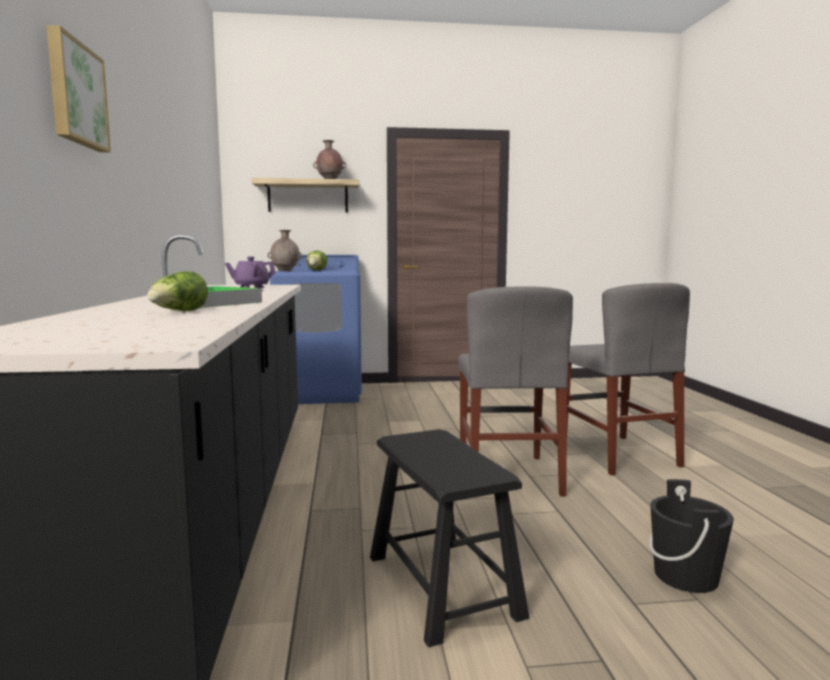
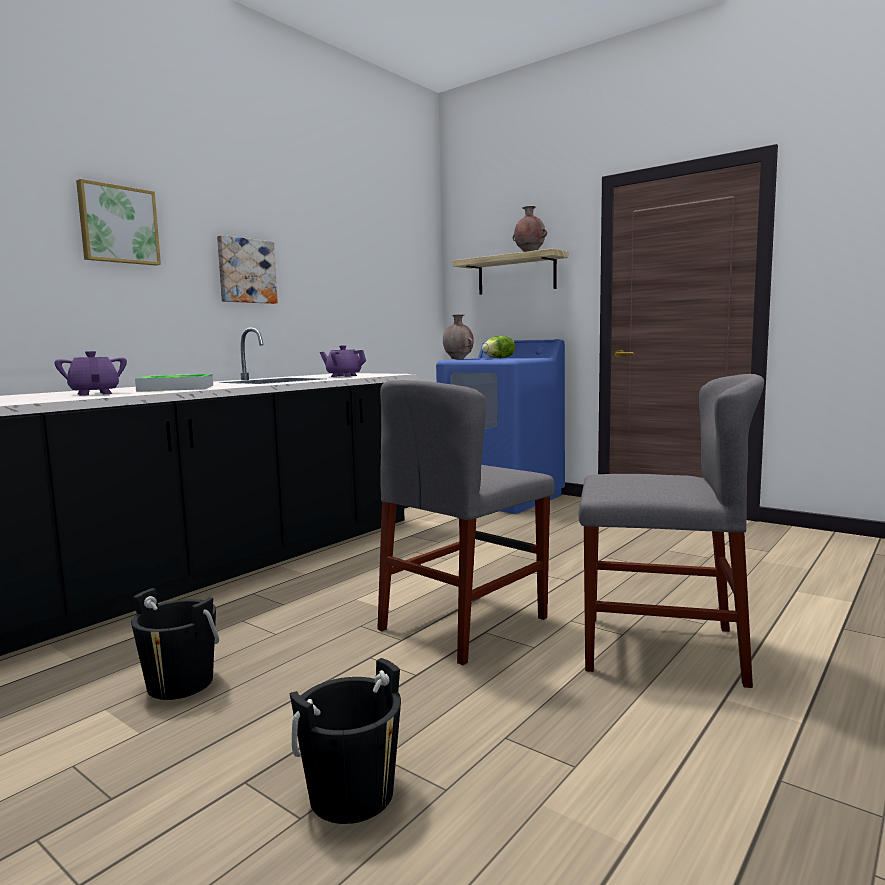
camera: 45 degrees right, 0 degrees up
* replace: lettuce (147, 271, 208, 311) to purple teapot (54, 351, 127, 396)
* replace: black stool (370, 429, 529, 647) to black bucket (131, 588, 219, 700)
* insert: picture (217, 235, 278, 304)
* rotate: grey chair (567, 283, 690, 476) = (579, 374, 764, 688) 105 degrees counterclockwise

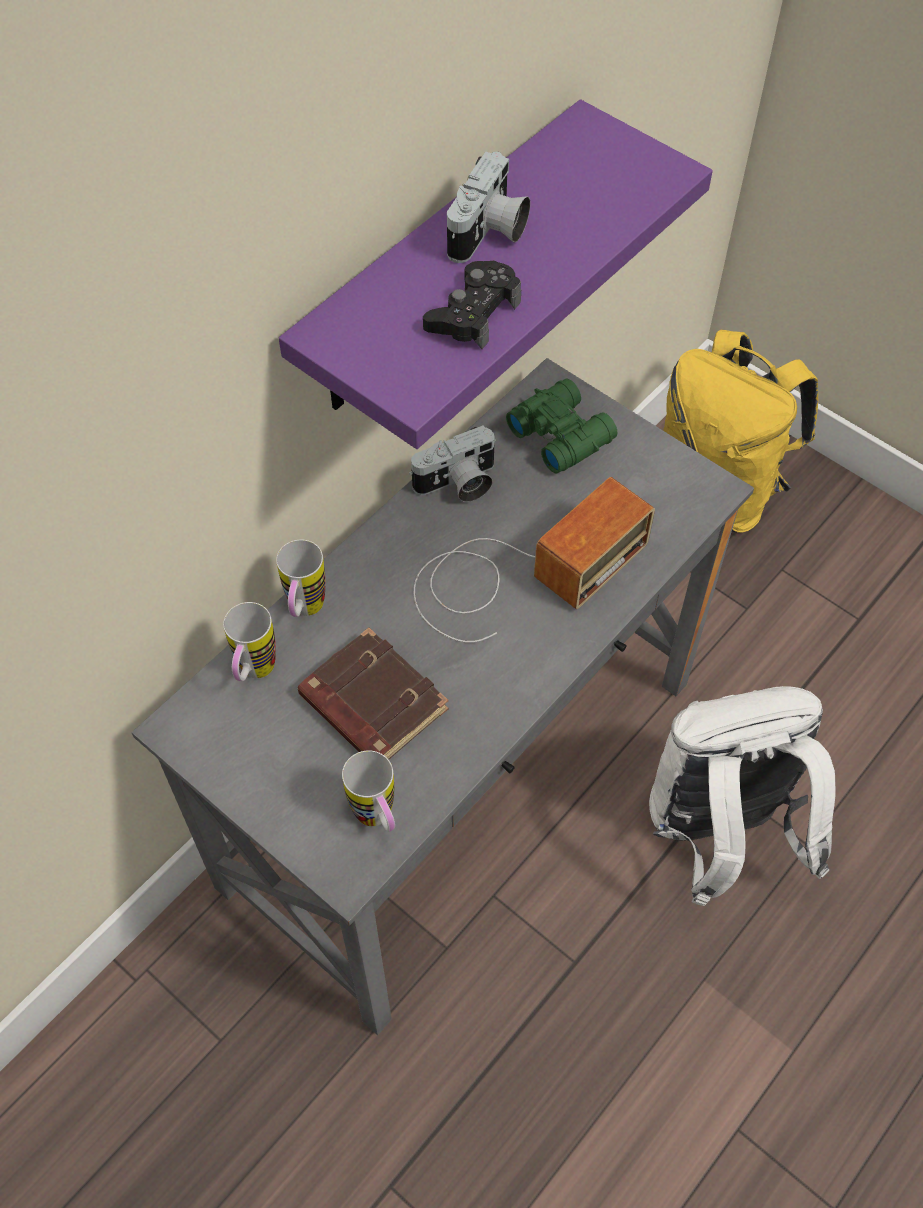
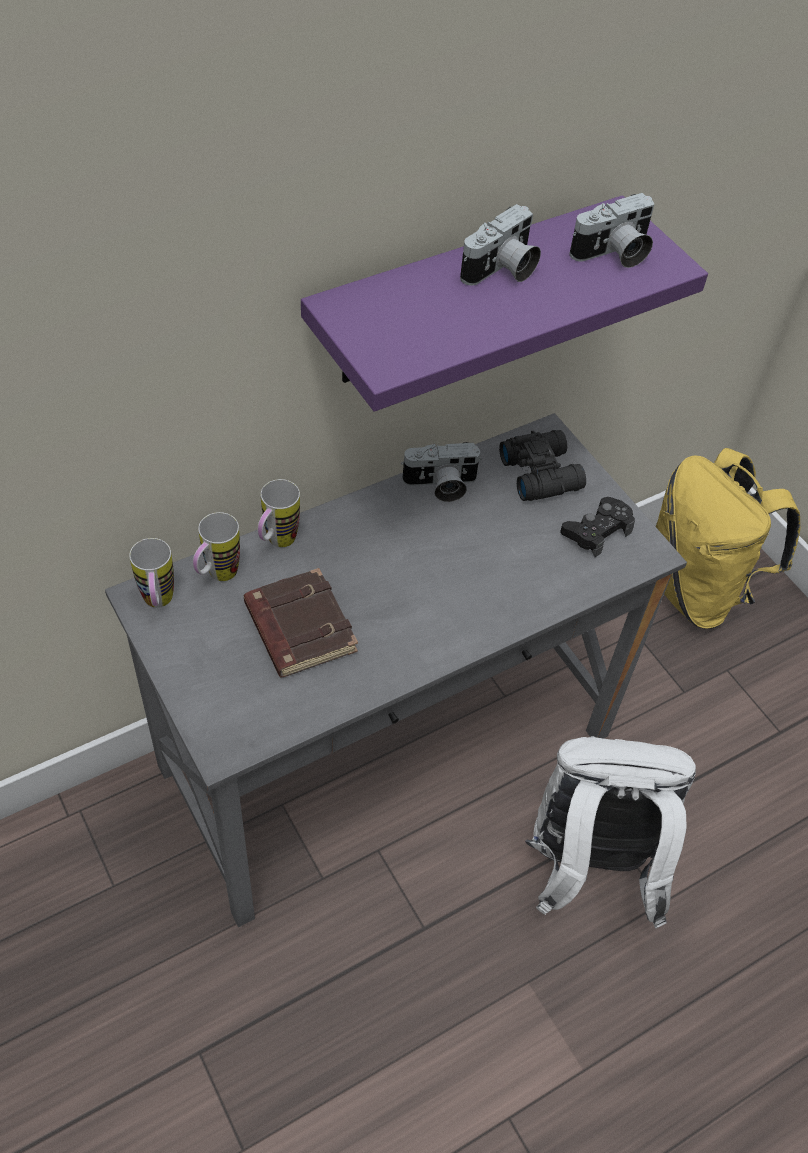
camera: 15 degrees right, 5 degrees down
* move: mug (342, 750, 395, 832) to (129, 538, 174, 608)
* recolor: green binoculars (506, 379, 617, 474) to black binoculars (499, 430, 586, 501)
* move: black game controller (423, 260, 521, 349) to (560, 497, 635, 557)
* insert: photo camera (569, 193, 654, 268)
* delete: radio (414, 477, 655, 643)

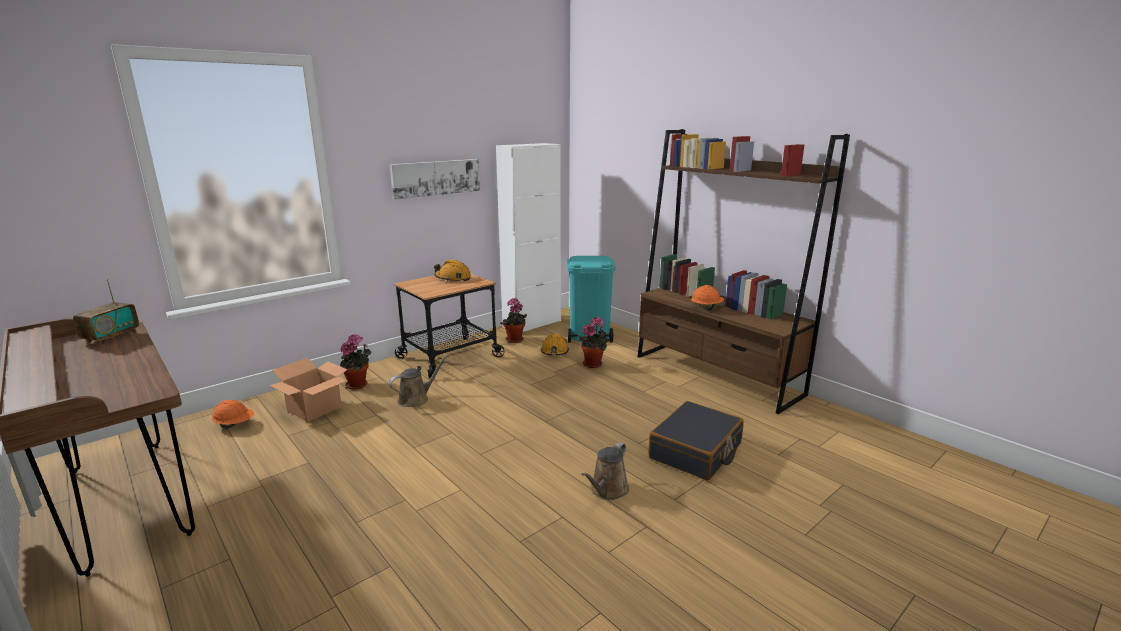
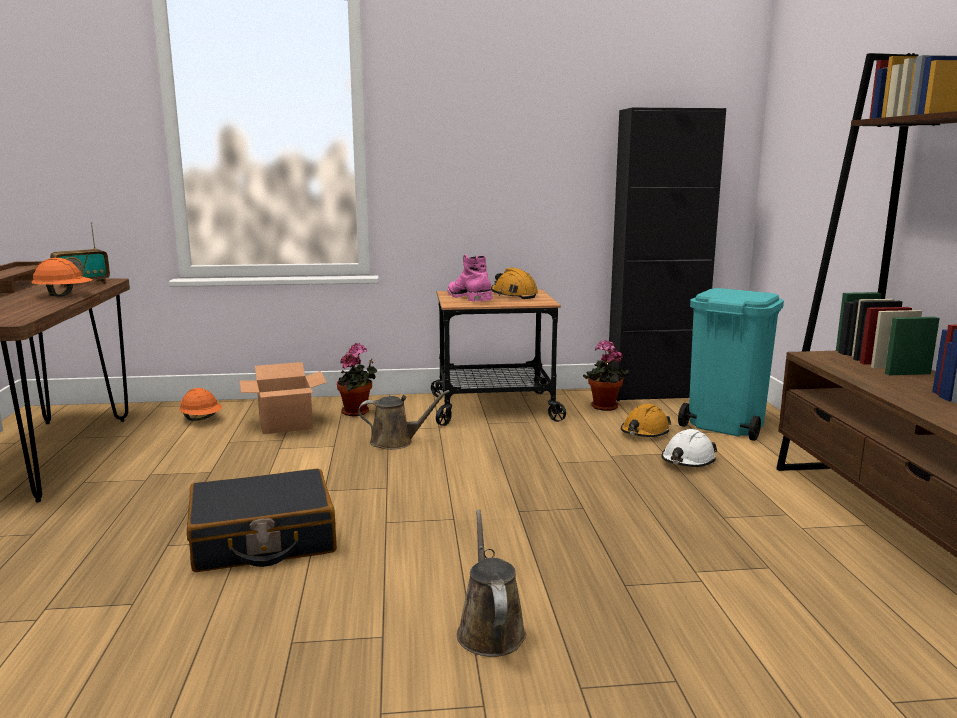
camera: 35 degrees right, 5 degrees down
* move: orange hard hat (691, 285, 724, 310) to (31, 258, 93, 296)
* move: black suitcase (648, 401, 744, 481) to (187, 469, 337, 572)
* insert: pink boot (447, 254, 493, 302)
* rotate: brown watering can (581, 442, 629, 500) = (457, 510, 526, 657) 105 degrees clockwise
* recolor: white cabinet (496, 143, 561, 332) to black cabinet (608, 107, 726, 401)
* replace: potted plant (578, 316, 609, 368) to white hard hat (661, 429, 717, 467)
* delete: picture (390, 159, 480, 199)

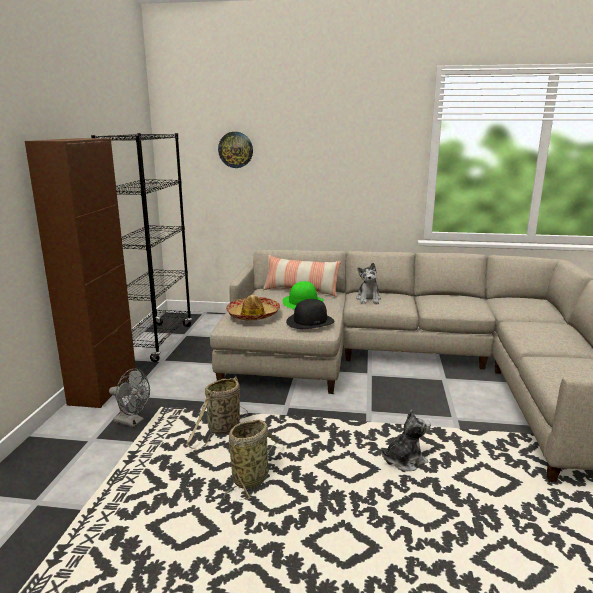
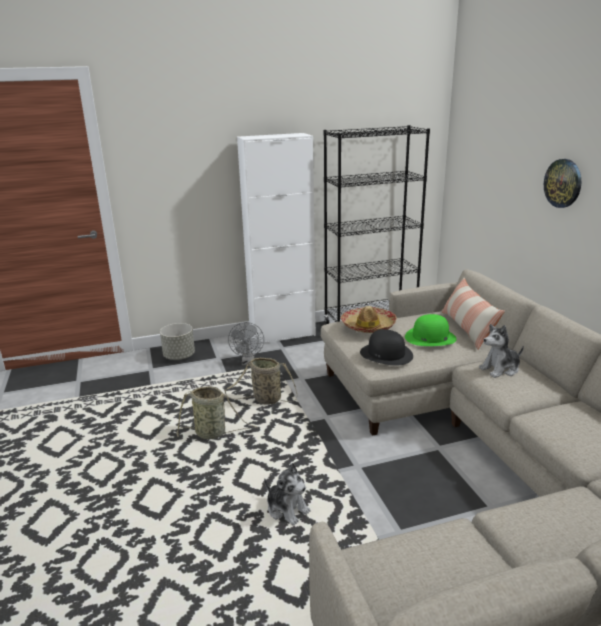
camera: 65 degrees right, 5 degrees up
* insert: grey planter (160, 323, 195, 360)
* recolor: brown cabinet (25, 138, 136, 408) to white cabinet (237, 133, 316, 343)
* move: wall clock (218, 132, 253, 168) to (544, 159, 581, 208)

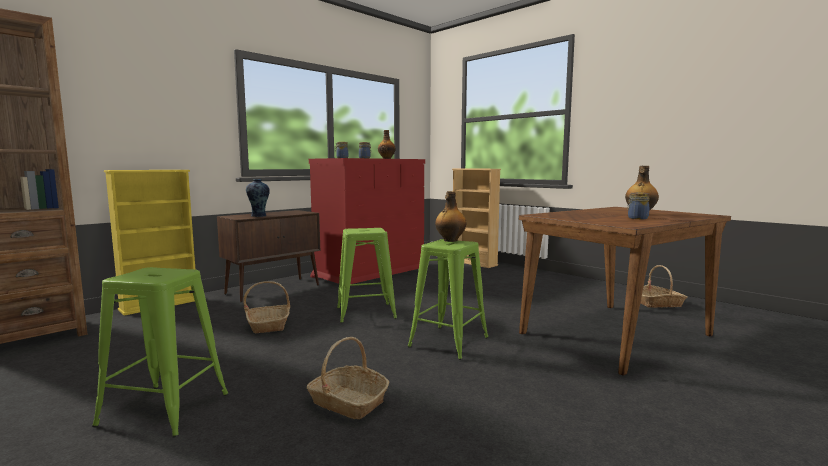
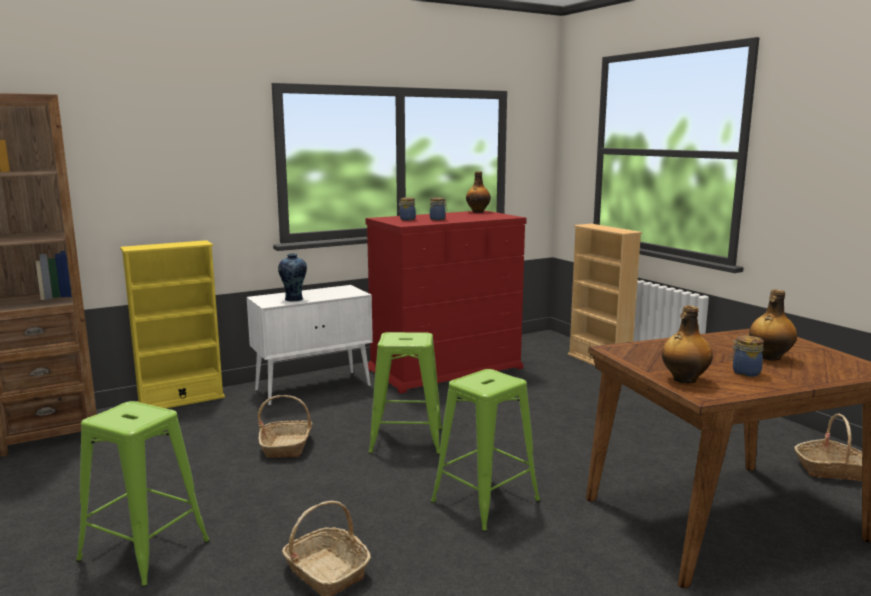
camera: 15 degrees right, 5 degrees up
* recolor: brown cabinet (217, 210, 320, 302) to white cabinet (247, 285, 373, 406)
* move: bottle (435, 191, 467, 242) to (662, 305, 713, 384)

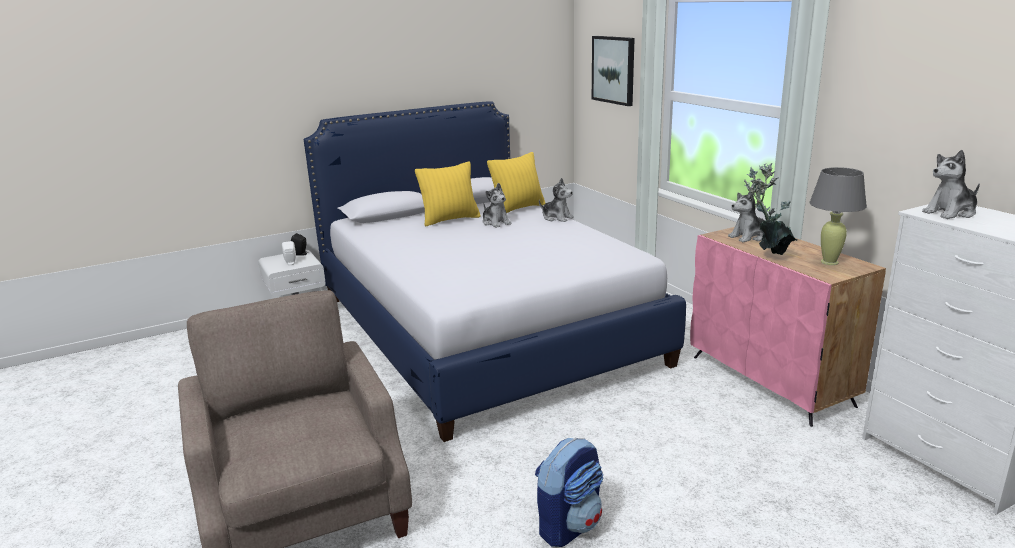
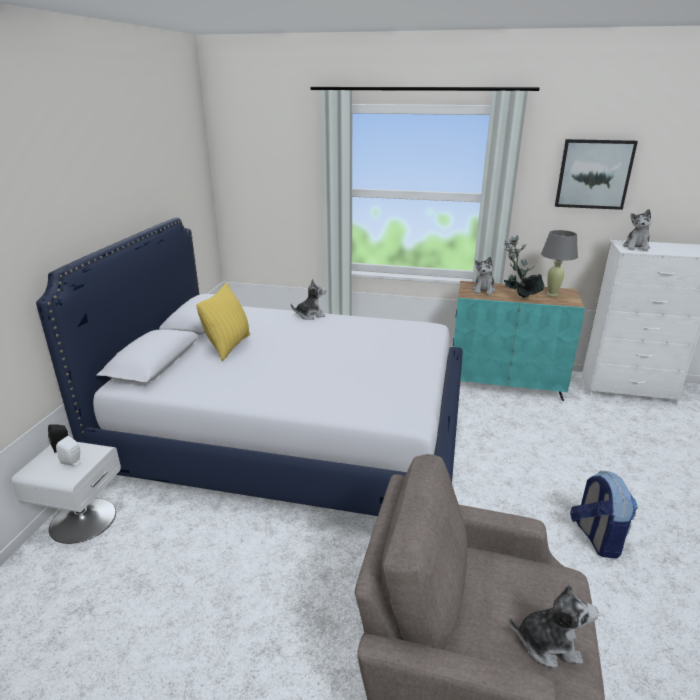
camera: 50 degrees left, 5 degrees up
* recolor: pink cabinet (690, 227, 886, 427) to turquoise cabinet (453, 281, 585, 401)
* move: plush toy (483, 183, 511, 228) to (509, 584, 599, 668)
* move: picture (592, 36, 635, 106) to (555, 139, 638, 210)
* delete: yellow pillow (487, 152, 546, 213)

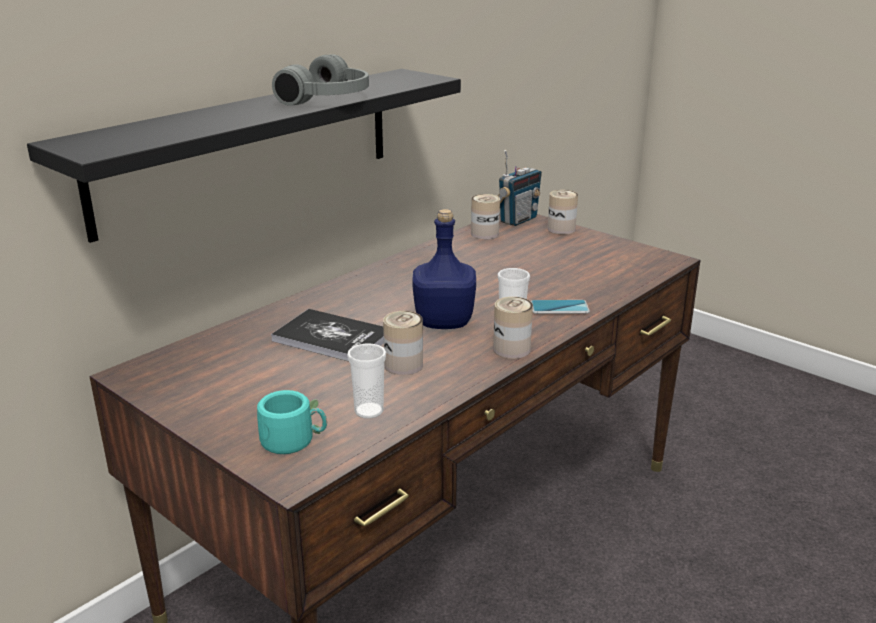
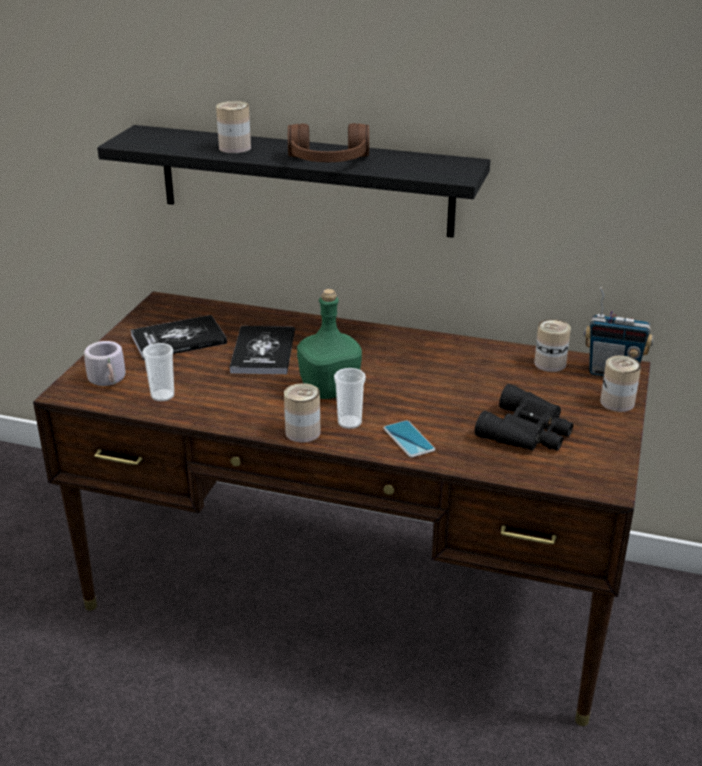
camera: 65 degrees right, 5 degrees up
* recolor: turquoise mug (257, 390, 327, 454) to grey mug (84, 341, 126, 386)
* insert: book (131, 315, 227, 360)
* move: can (383, 311, 423, 375) to (216, 101, 251, 153)
* recolor: grey headphones (272, 54, 369, 106) to brown headphones (288, 123, 369, 162)
* recolor: blue bottle (412, 209, 476, 329) to green bottle (297, 289, 362, 399)
* insert: black binoculars (475, 384, 573, 451)

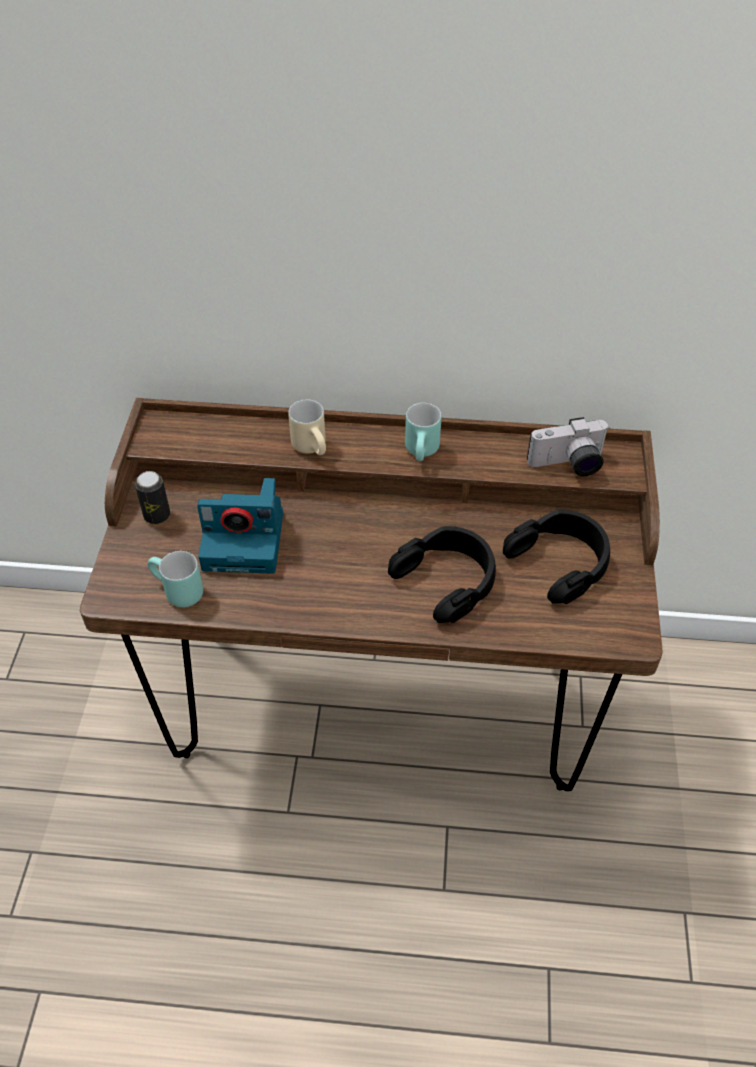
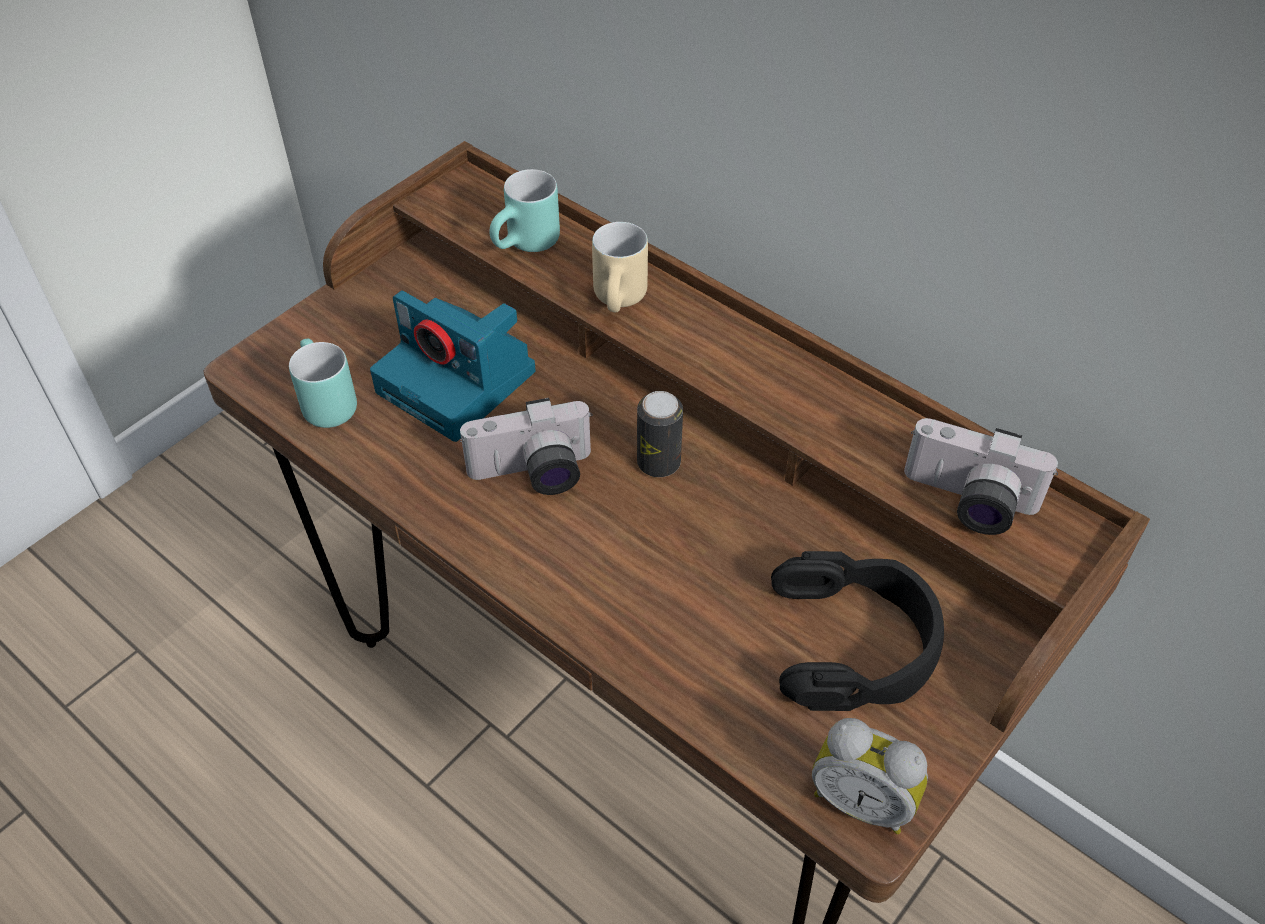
camera: 35 degrees right, 0 degrees up
* insert: photo camera (460, 398, 593, 495)
* move: turquoise mug (405, 403, 441, 461) to (490, 169, 560, 252)
* move: can (135, 471, 170, 524) to (637, 391, 683, 477)
* insert: alarm clock (812, 718, 928, 834)
* delete: black headphones (388, 526, 496, 623)

